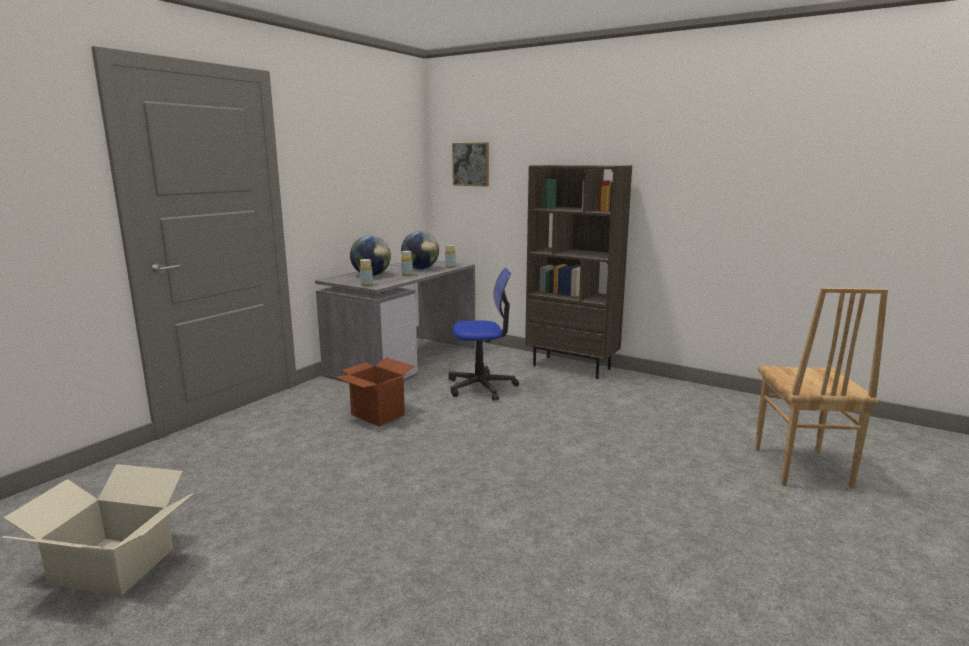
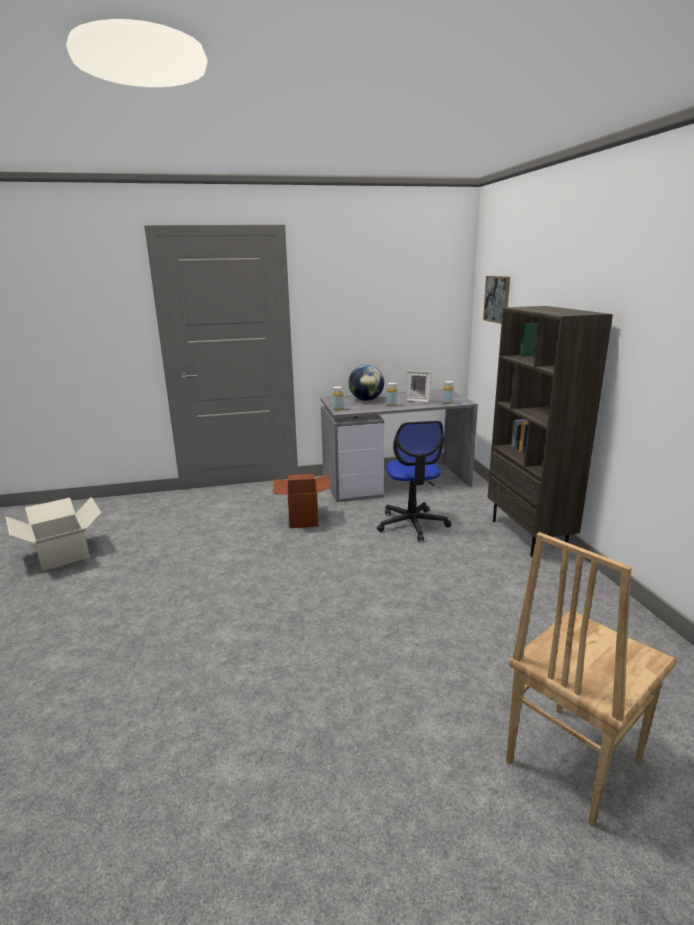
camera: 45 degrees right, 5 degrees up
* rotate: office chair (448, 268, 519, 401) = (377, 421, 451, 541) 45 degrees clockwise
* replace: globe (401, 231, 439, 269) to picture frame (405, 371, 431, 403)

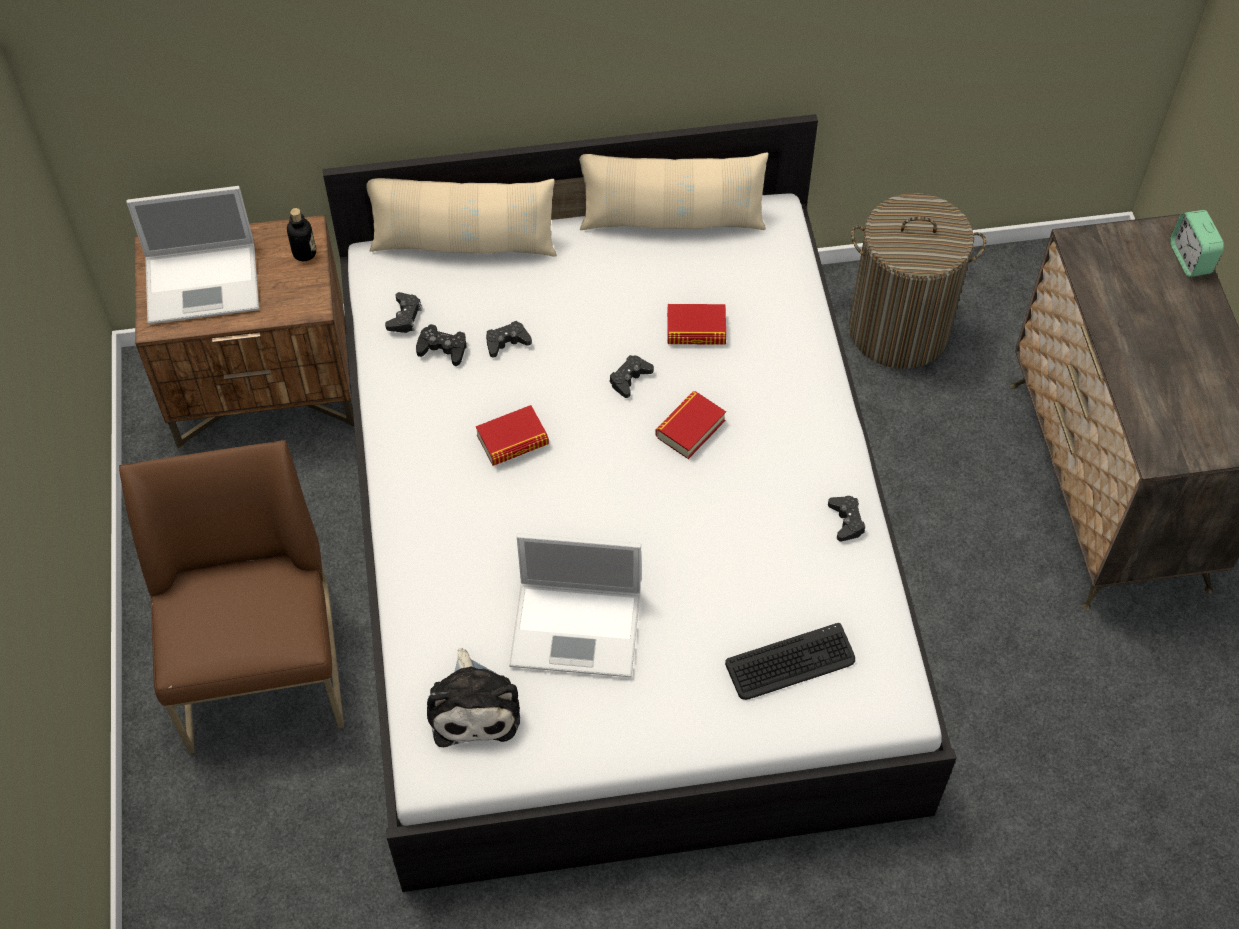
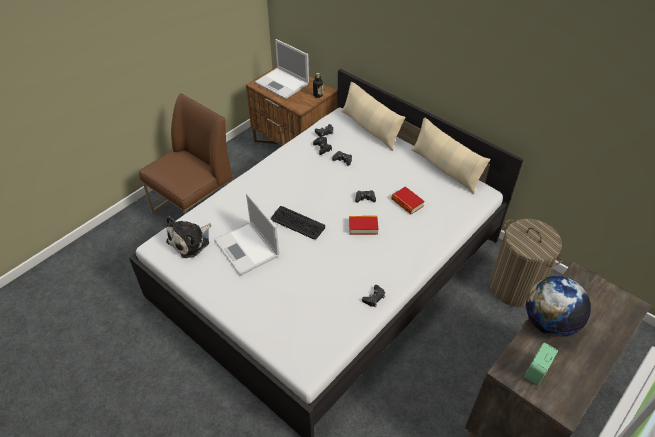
camera: 50 degrees right, 10 degrees down
* move: keyboard (725, 623, 855, 700) to (271, 206, 325, 239)
* move: alarm clock (1170, 210, 1224, 277) to (524, 342, 558, 385)
* insert: globe (526, 276, 591, 337)
* delete: book (476, 405, 549, 466)

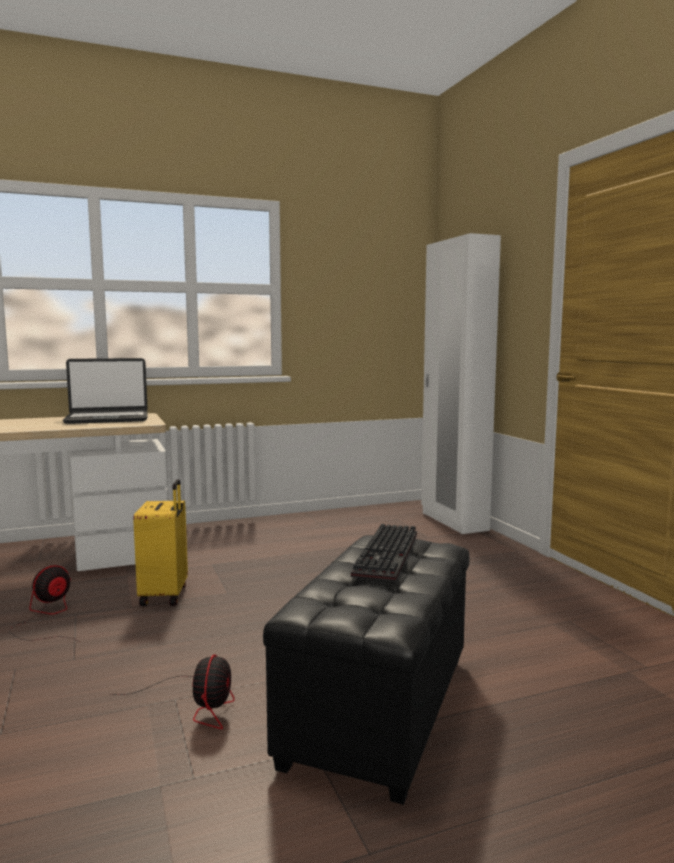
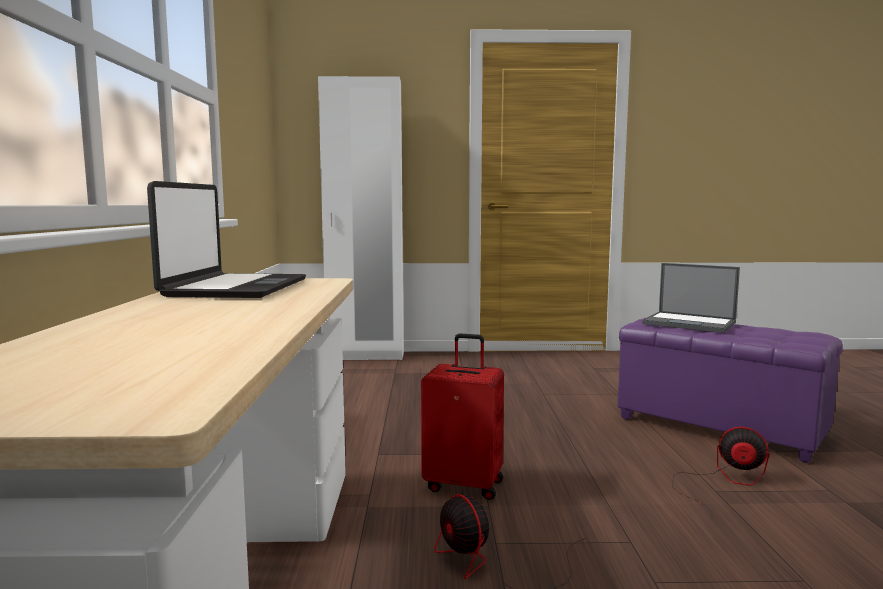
camera: 70 degrees left, 0 degrees up
* recolor: yellow suitcase (133, 479, 188, 606) to red suitcase (421, 333, 504, 500)
* recolor: black ottoman (263, 535, 469, 805) to purple ottoman (618, 318, 843, 463)
* replace: keyboard (351, 524, 417, 581) to laptop (642, 263, 740, 333)

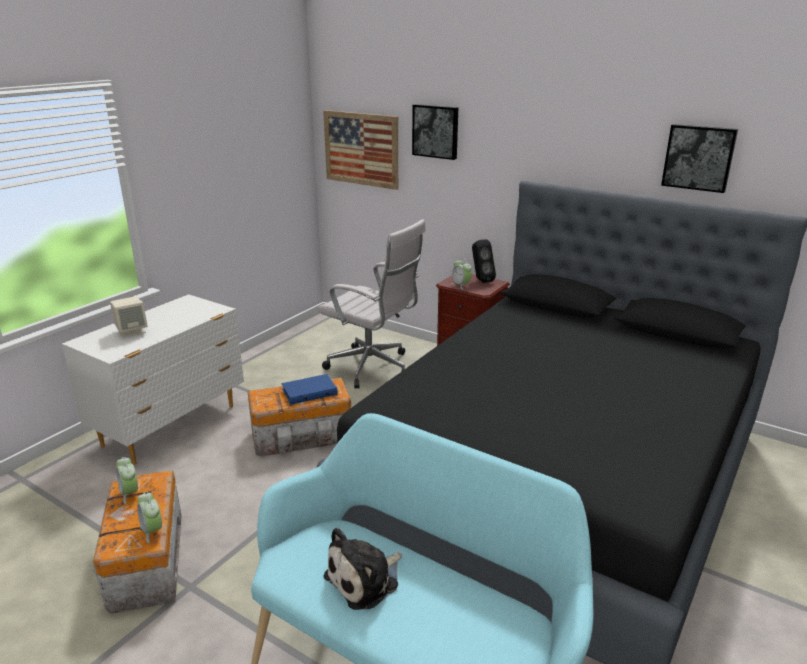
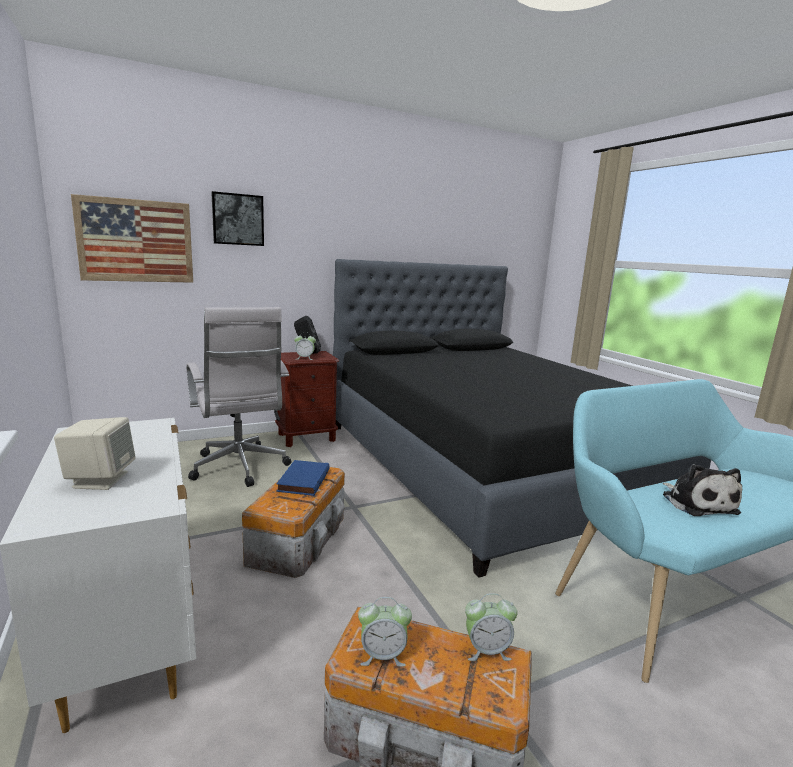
camera: 60 degrees left, 10 degrees down
* rotate: white office chair (317, 219, 426, 389) = (187, 307, 292, 487) 90 degrees clockwise
* delete: picture (661, 124, 738, 193)

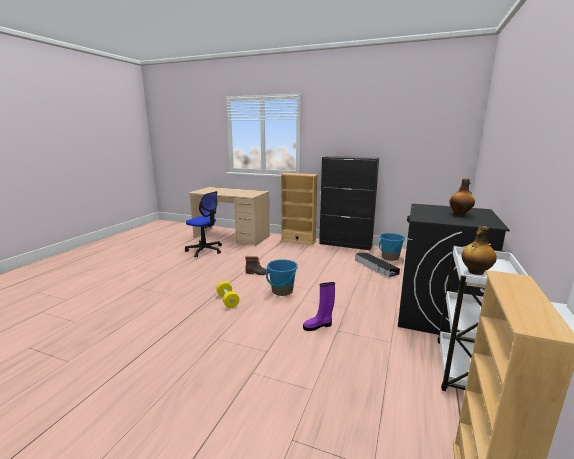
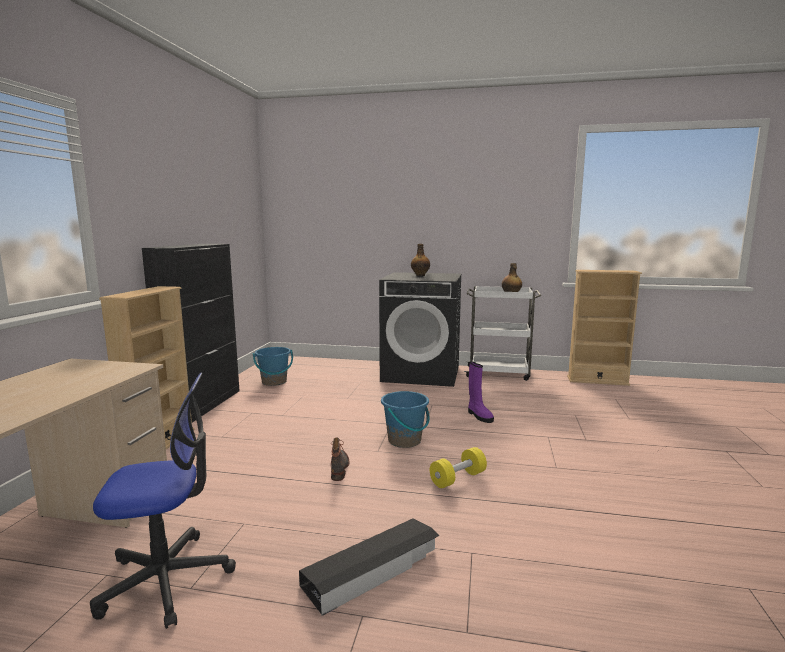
camera: 100 degrees left, 5 degrees down
* rotate: office chair (185, 191, 222, 257) = (90, 373, 236, 629) 60 degrees clockwise
* move: black storage box (355, 253, 400, 277) to (299, 518, 440, 616)

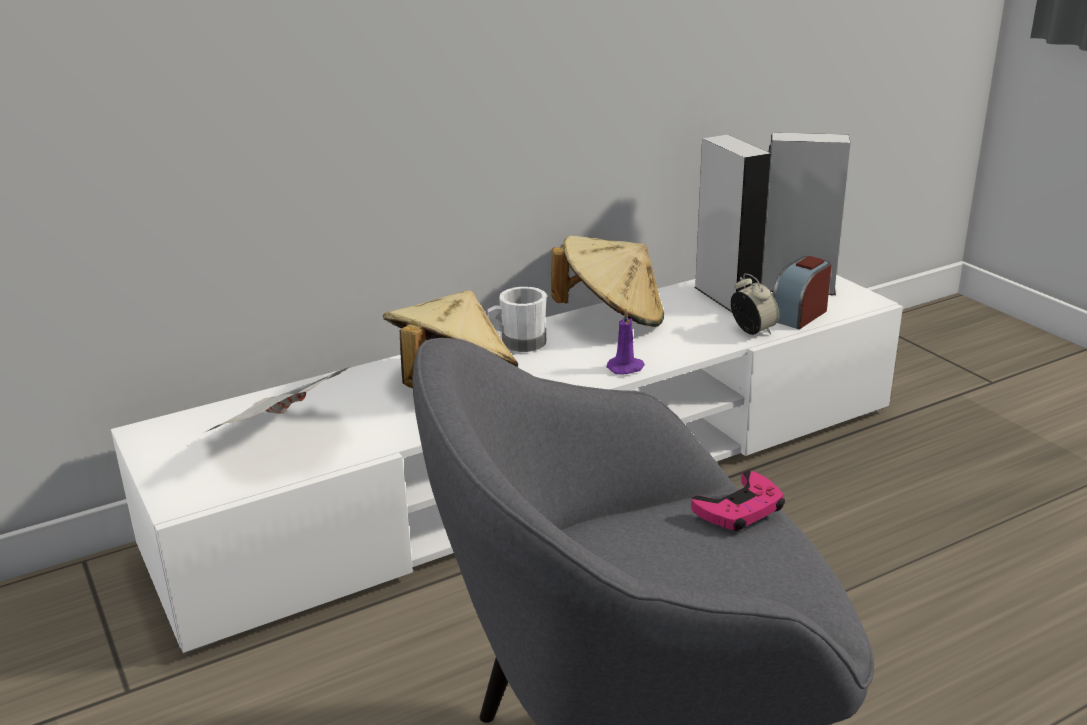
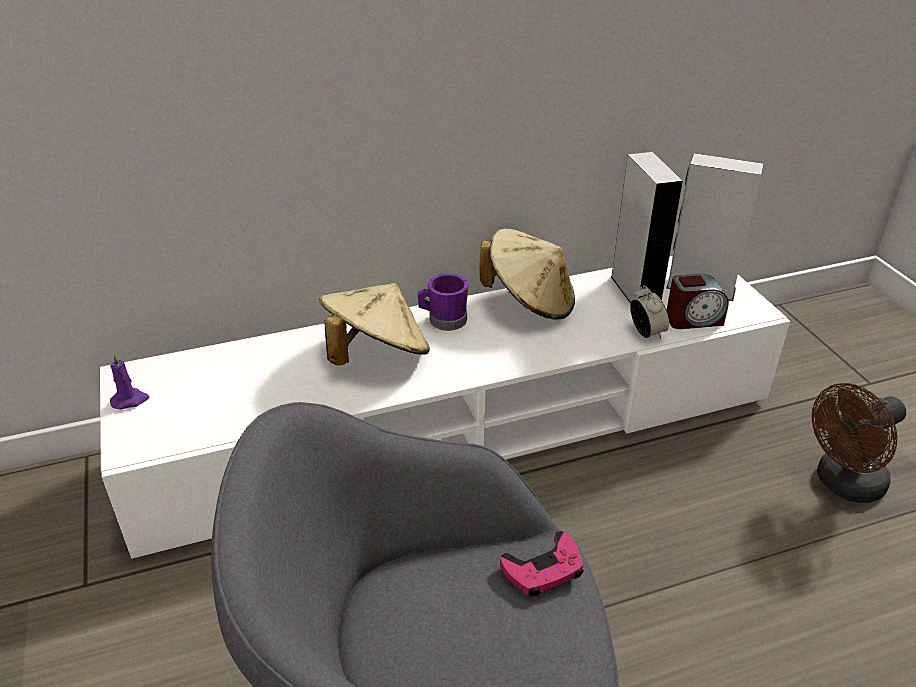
camera: 10 degrees right, 10 degrees up
* move: purple candle (607, 309, 645, 374) to (110, 354, 150, 410)
* recolor: white mug (487, 287, 547, 352) to purple mug (418, 273, 469, 331)
* rotate: alarm clock (773, 256, 832, 329) = (667, 274, 729, 329) 150 degrees counterclockwise
* insert: brown fan (812, 383, 906, 503)
* delete: newspaper (202, 367, 350, 433)

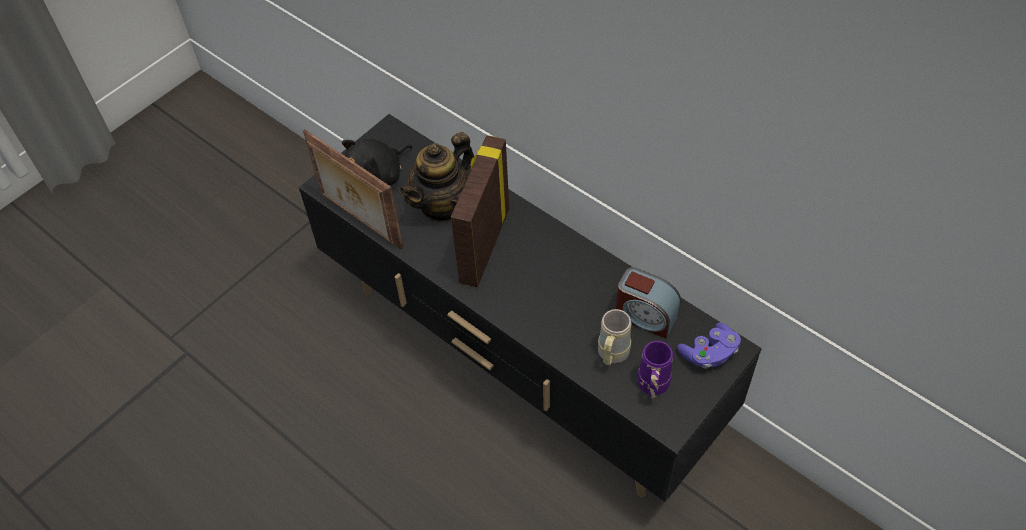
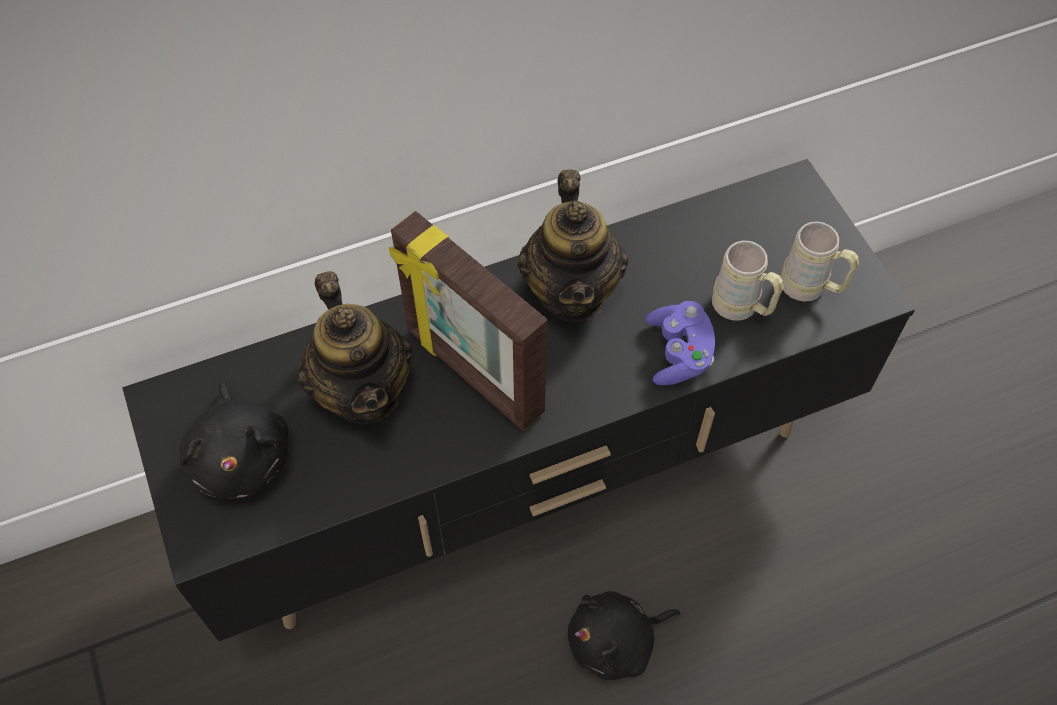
camera: 65 degrees left, 5 degrees up
* insert: teapot (517, 169, 628, 322)
* insert: black plush toy (568, 591, 681, 680)
* move: purple game controller (677, 323, 741, 369) to (645, 301, 715, 385)
* recolor: purple mug (637, 341, 673, 399) to beige mug (780, 221, 859, 302)
* delete: picture frame (303, 129, 403, 250)
* delete: alarm clock (616, 267, 681, 339)

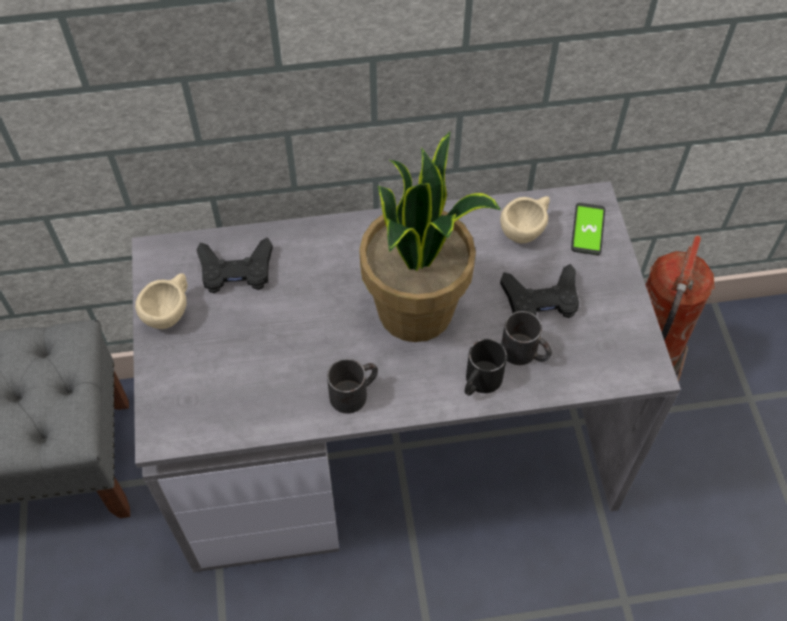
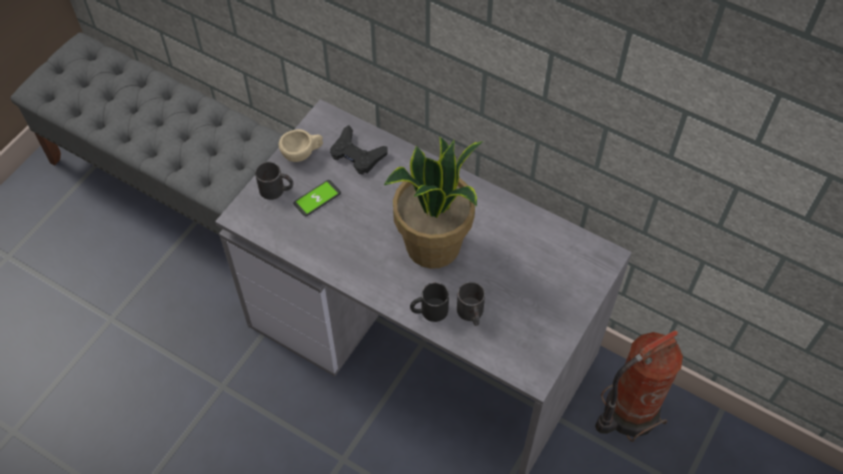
camera: 40 degrees right, 0 degrees up
* move: black mug (327, 359, 378, 414) to (255, 162, 293, 200)
* move: phone (571, 203, 605, 255) to (293, 180, 341, 216)
* delete: beige cup (500, 196, 550, 244)
* delete: black game controller (500, 264, 579, 318)

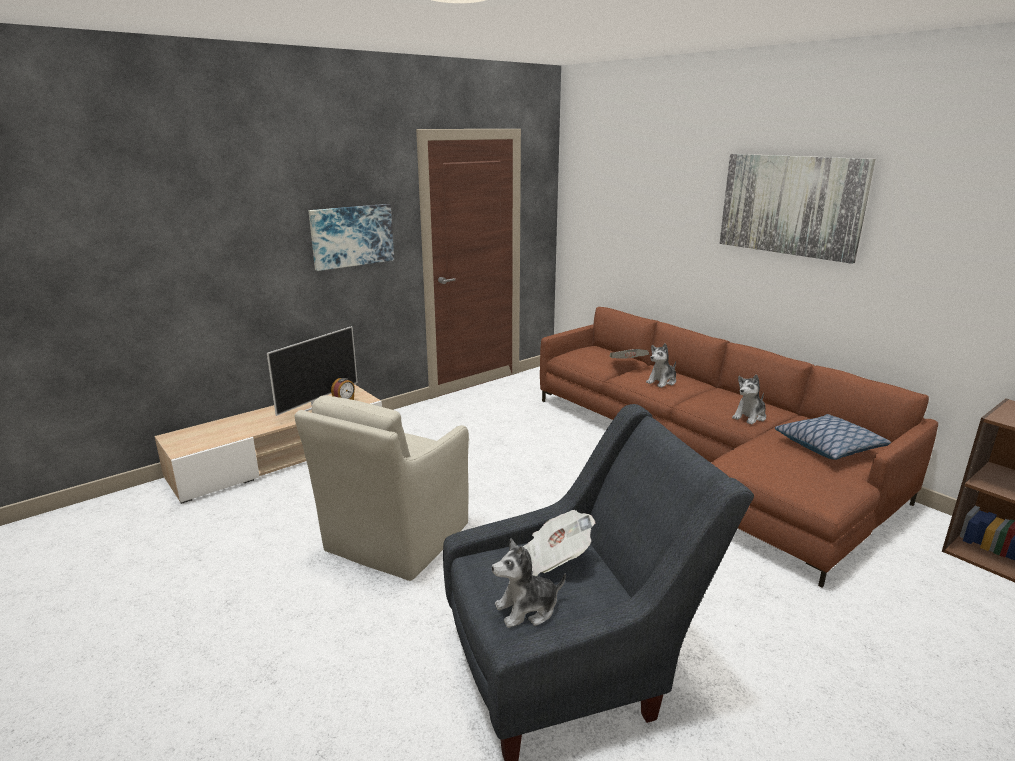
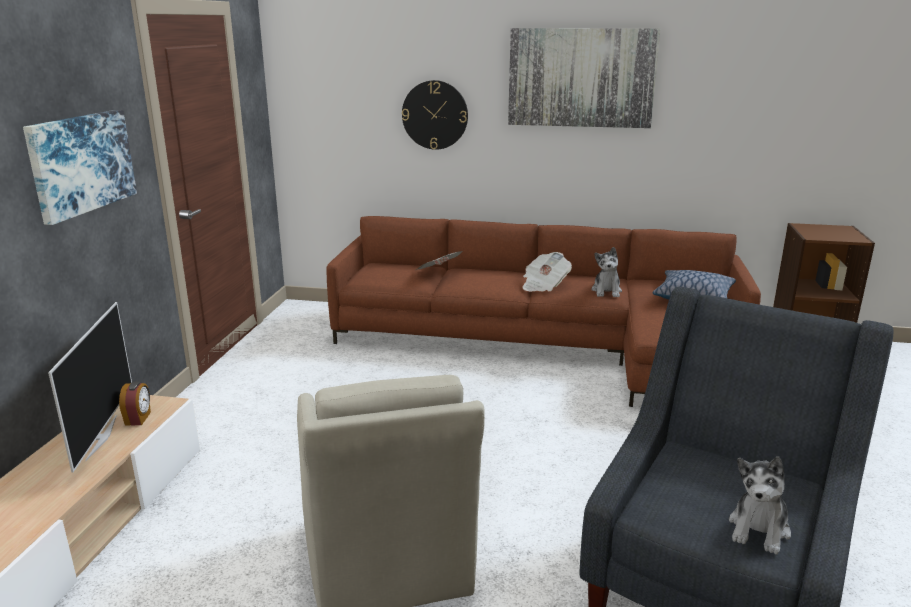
camera: 40 degrees left, 0 degrees up
* insert: wall clock (402, 80, 468, 150)
* move: newspaper (523, 510, 595, 576) to (522, 252, 572, 292)
* delete: plush toy (646, 343, 676, 388)

